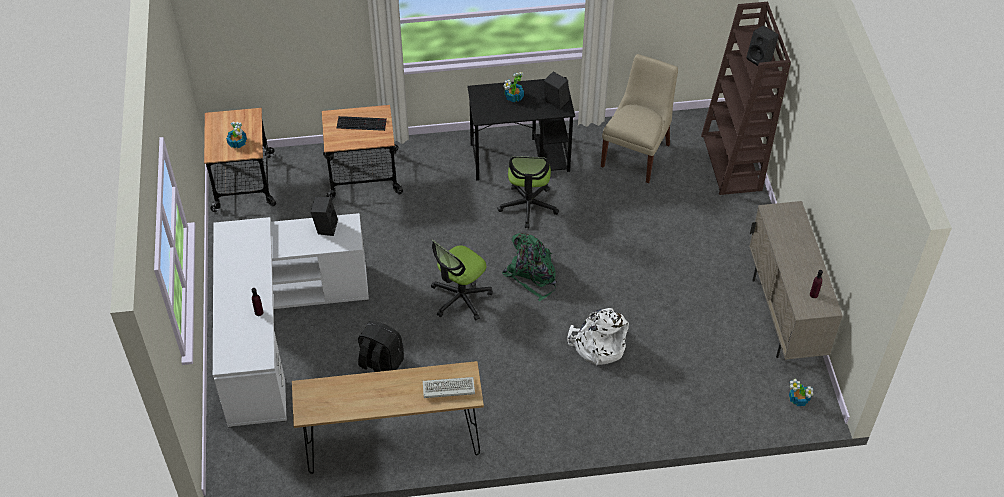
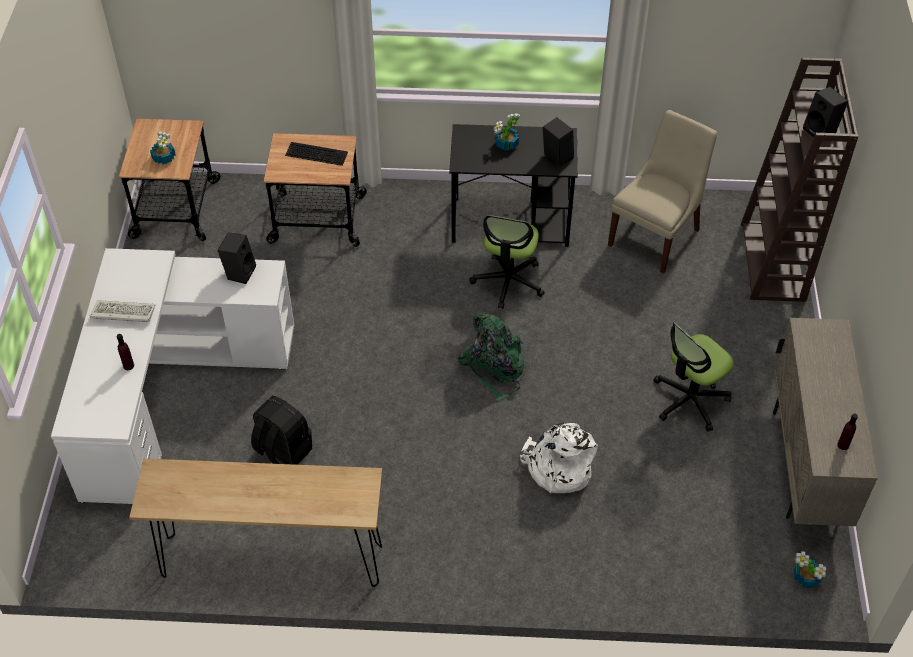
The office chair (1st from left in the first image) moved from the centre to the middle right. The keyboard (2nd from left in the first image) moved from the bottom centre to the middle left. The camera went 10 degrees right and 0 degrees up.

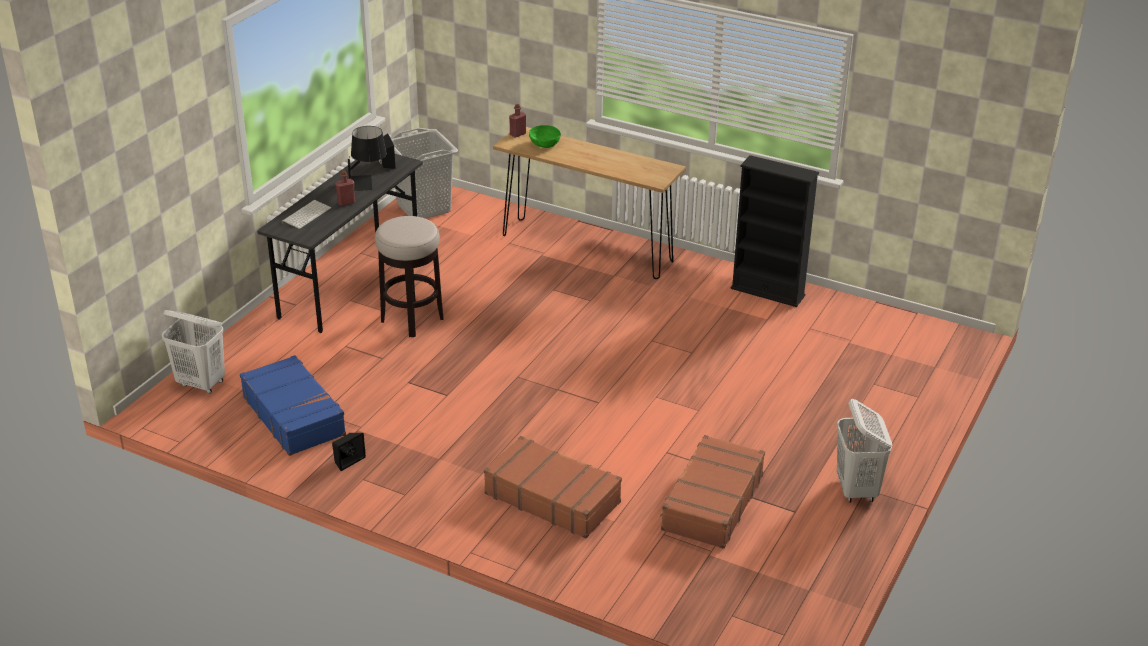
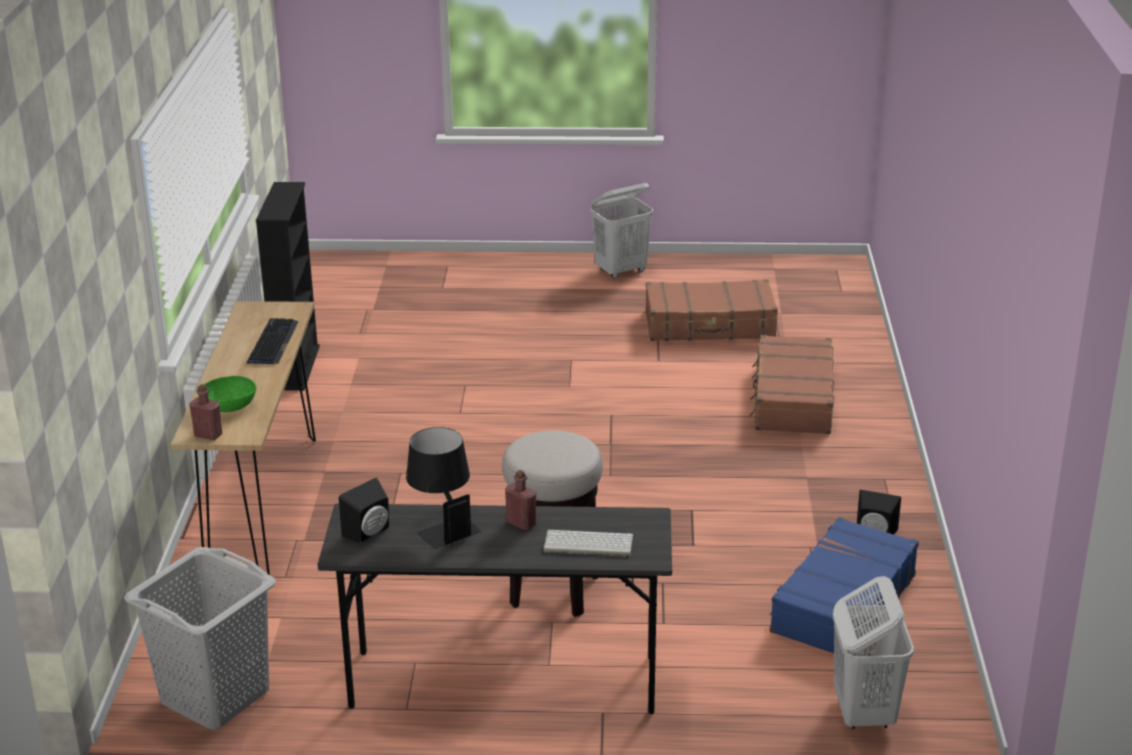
The keyboard (1st from left) at the middle left appeared. The camera went 115 degrees left and 5 degrees down.

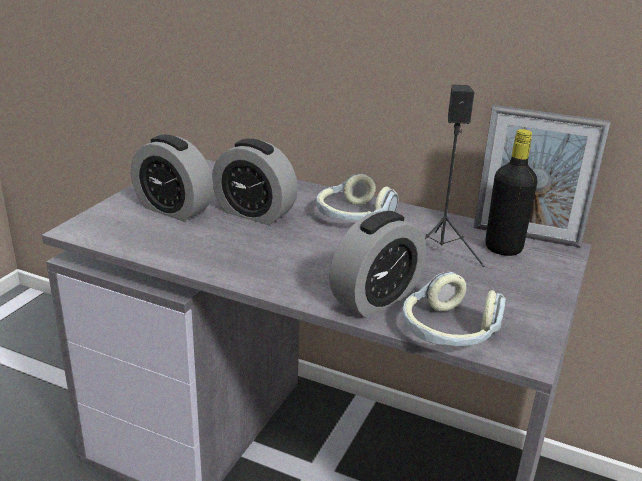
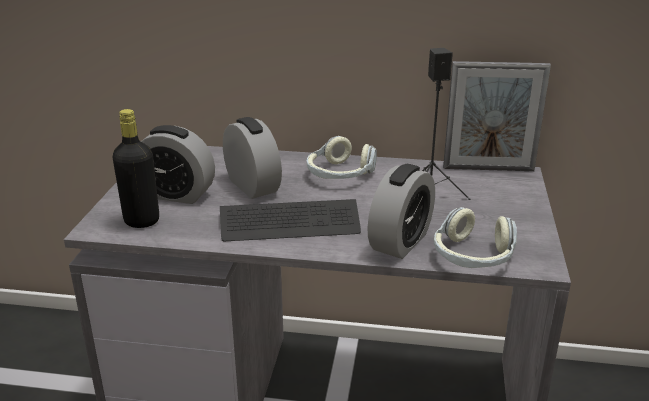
The black bottle moved from the middle right to the middle left. The alarm clock (2nd from left) at the centre turned 135 degrees counterclockwise. The keyboard at the centre appeared. The camera went 15 degrees left and 0 degrees up.

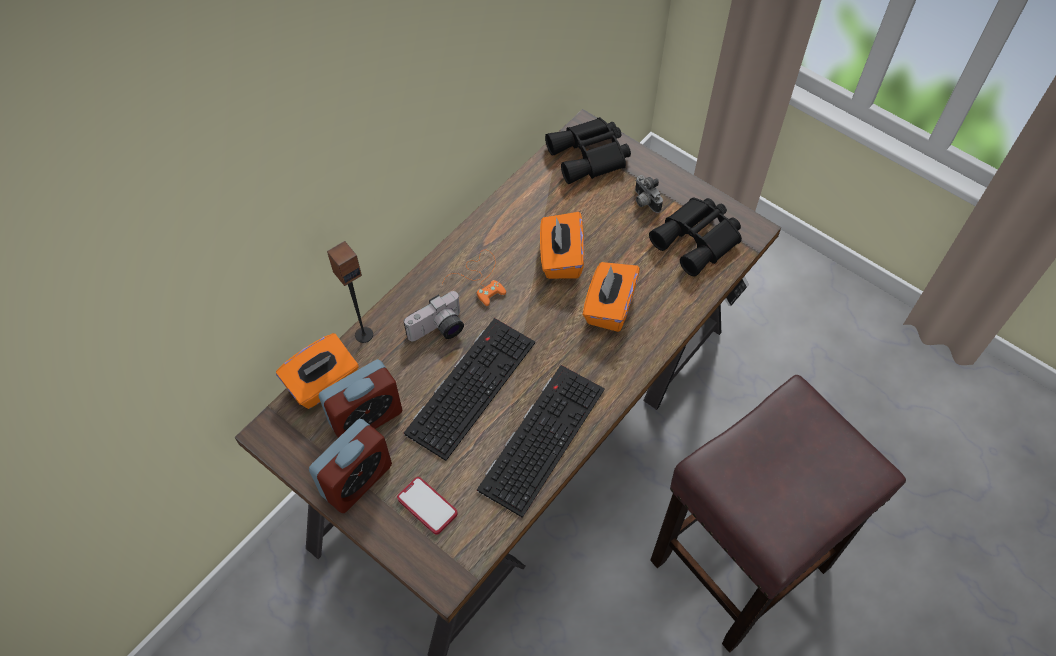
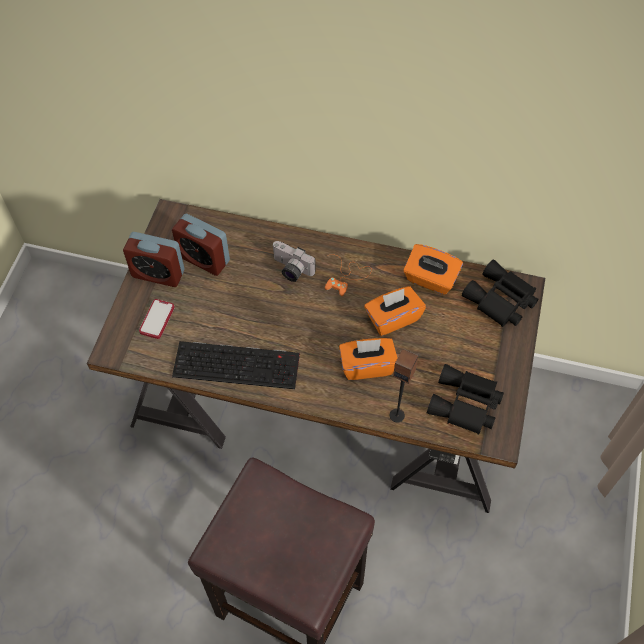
The photo camera (2nd from left) at the top centre disappeared. The speaker moved from the middle left to the centre. The keyboard (1st from left) at the centre disappeared. The orange tissue box (1st from left in the first image) moved from the middle left to the middle right. The camera went 65 degrees right and 0 degrees up.

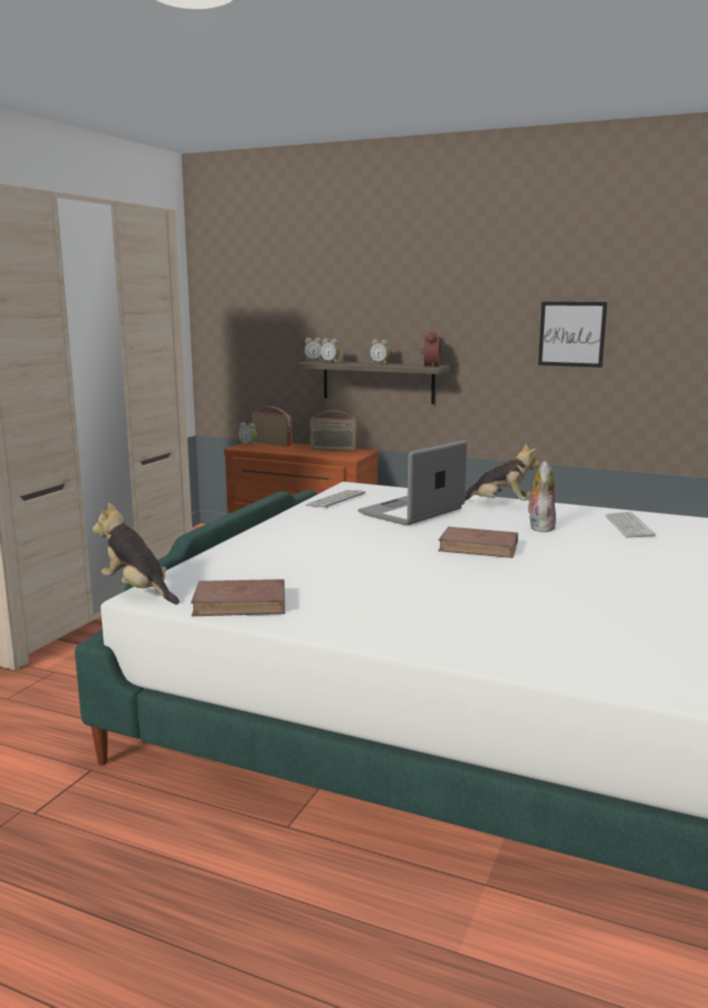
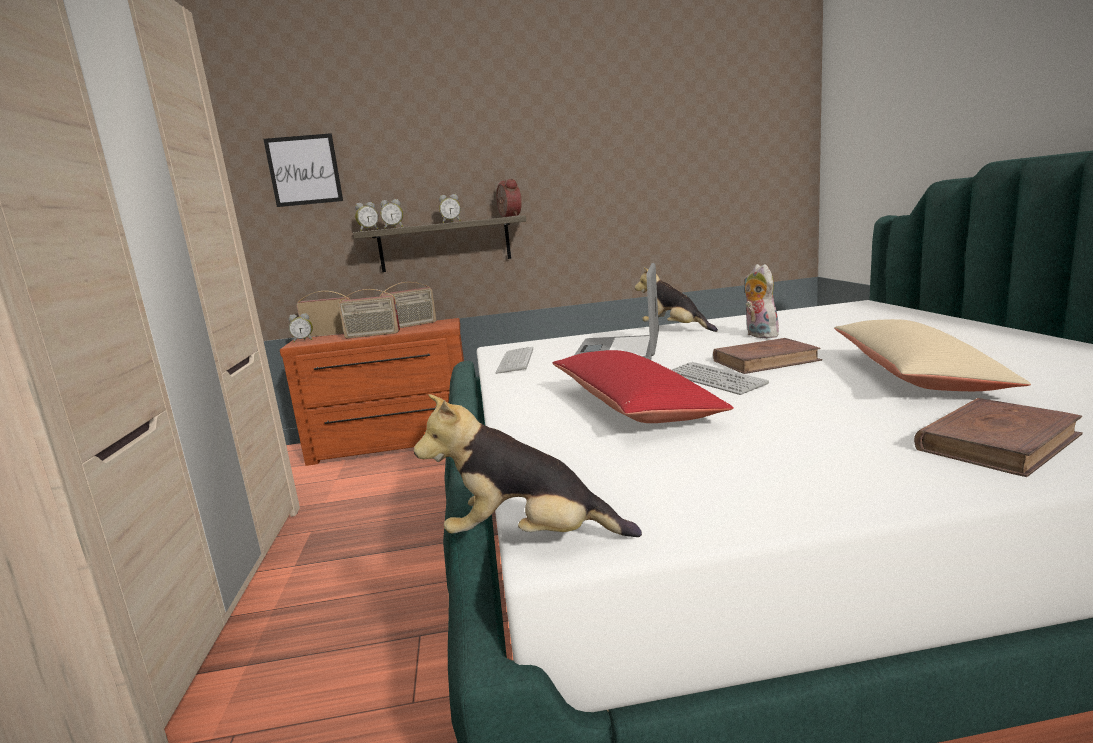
The picture moved from the top right to the top left. The plush toy (2nd from left) at the middle right turned 120 degrees counterclockwise. The keyboard (2nd from left) moved from the middle right to the centre. The brown book (1st from left in the first image) moved from the centre to the middle right. The radio (2nd from left) at the centre appeared. The beige pillow at the middle right appeared. The red pillow at the centre appeared. The camera went 30 degrees left and 0 degrees up.

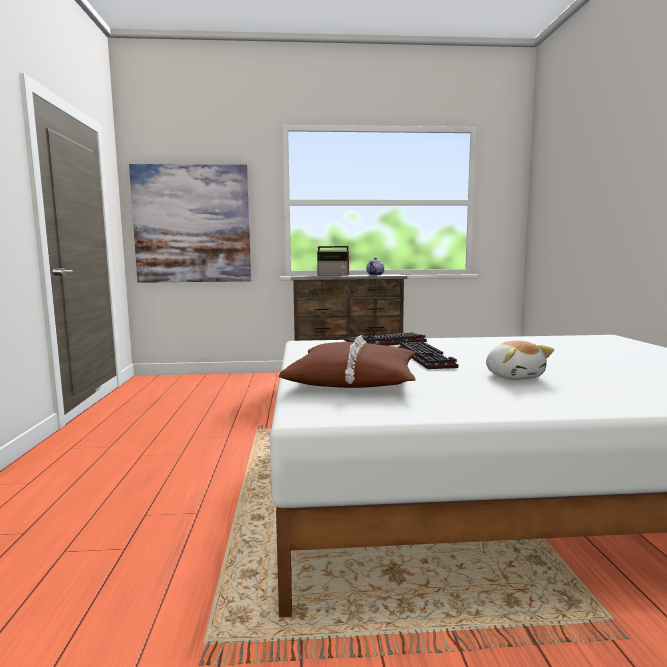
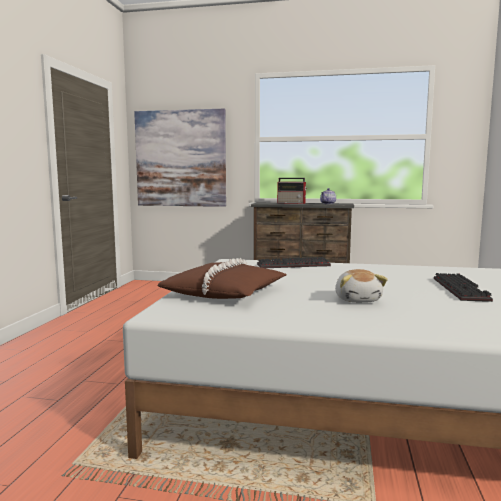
The keyboard (2nd from left) moved from the centre to the middle right. The camera went 15 degrees right and 0 degrees up.

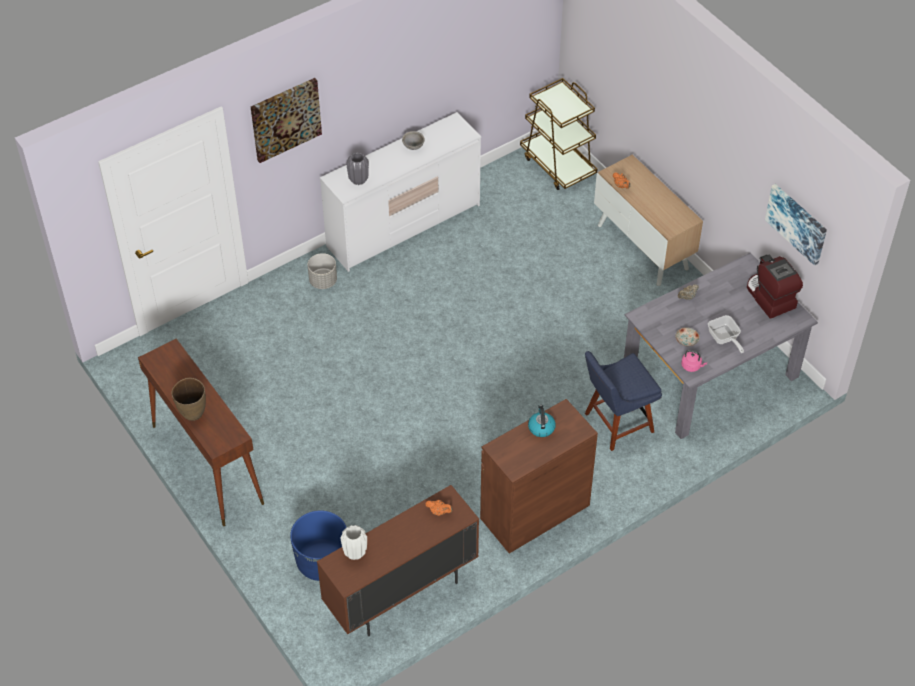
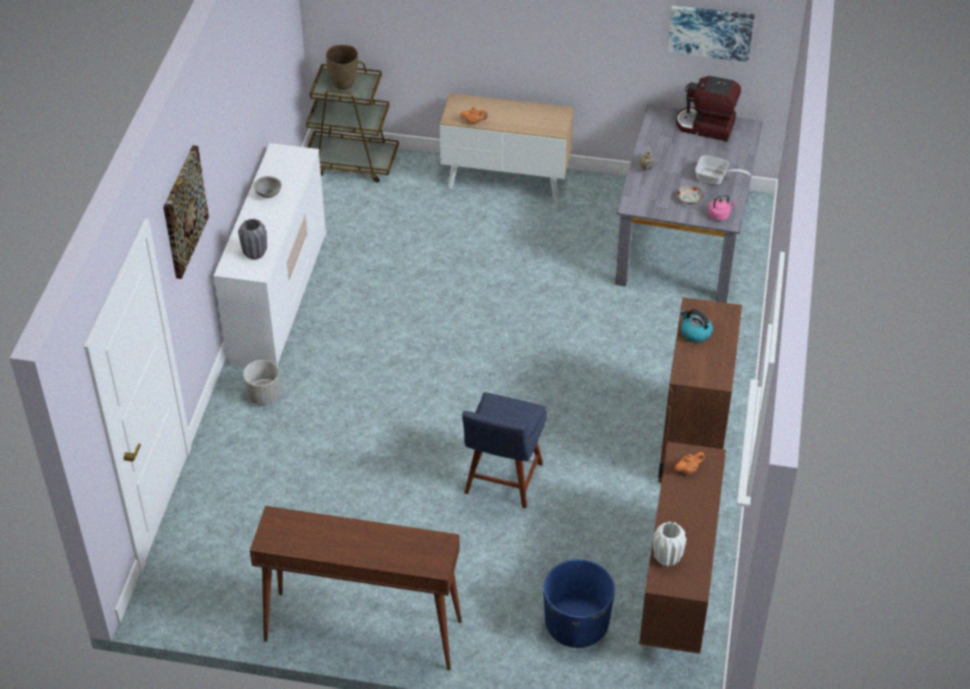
The blue chair moved from the middle right to the centre. The brown vase moved from the middle left to the top centre. The camera went 45 degrees left and 5 degrees down.

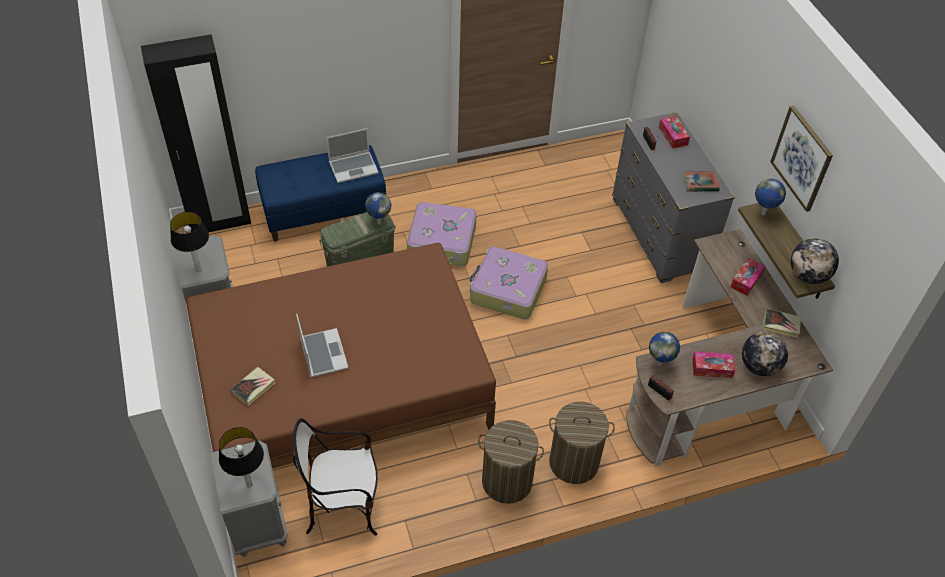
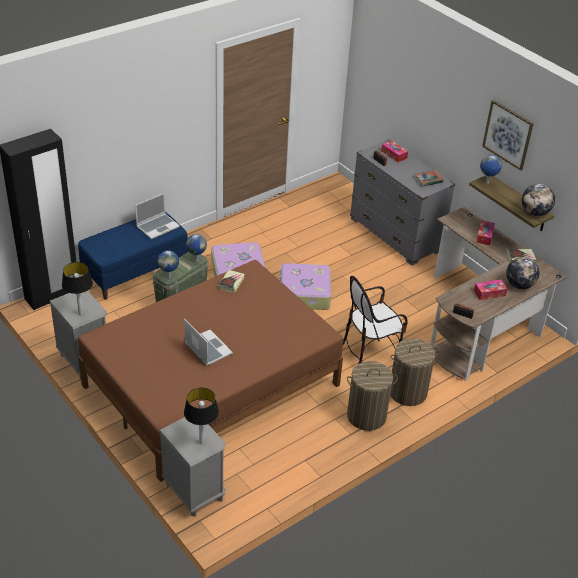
The globe (2nd from left in the first image) moved from the middle right to the middle left. The book (1st from left) moved from the bottom left to the centre. The chair moved from the bottom centre to the centre. The camera went 20 degrees left and 10 degrees down.

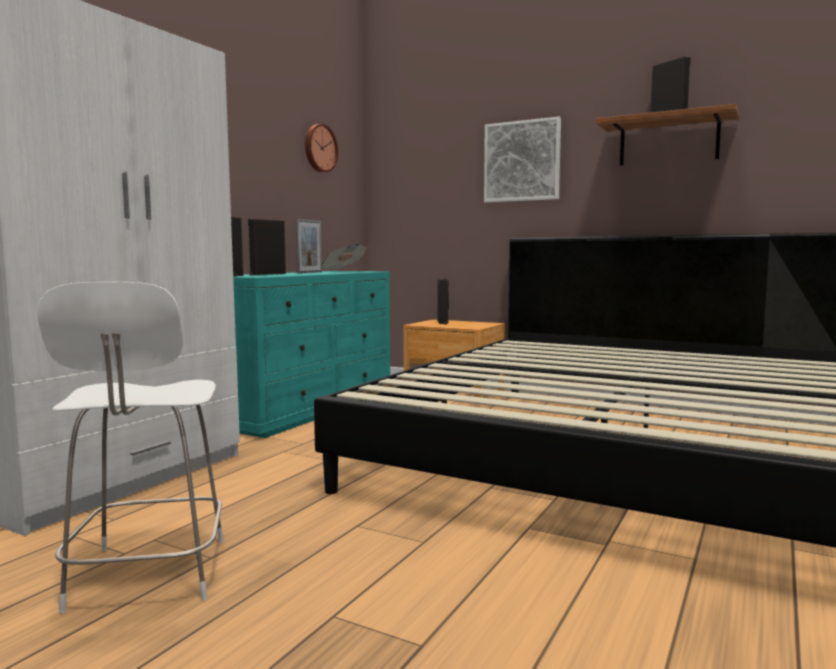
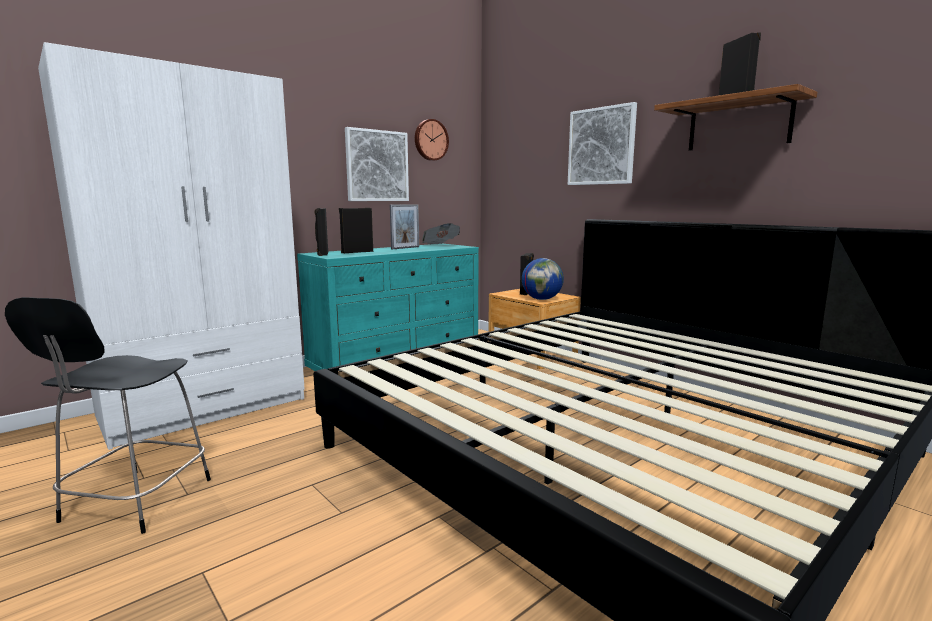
The white chair at the bottom left became the black chair at the bottom left. The picture (1st from left) at the top centre appeared. The globe at the centre appeared. The camera went 20 degrees right and 5 degrees up.

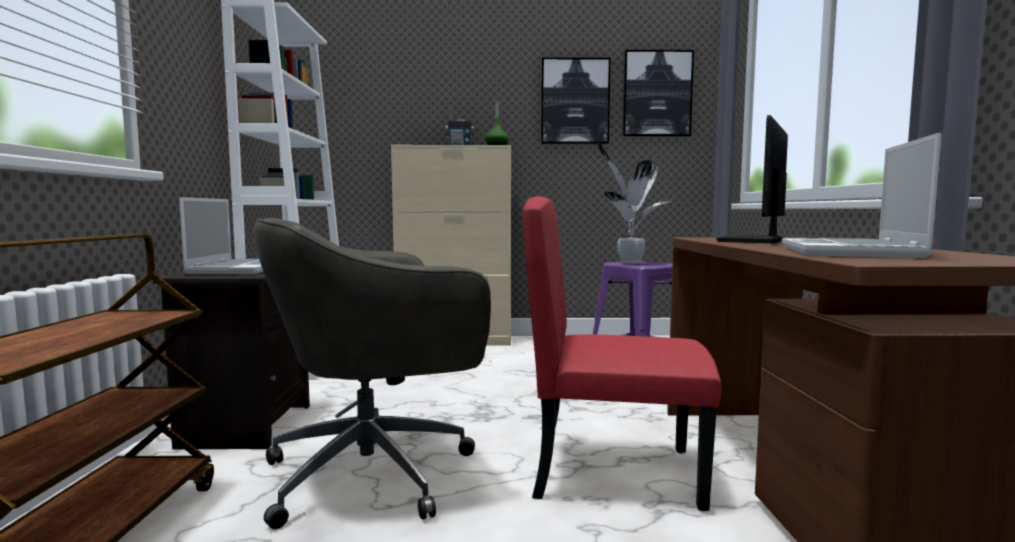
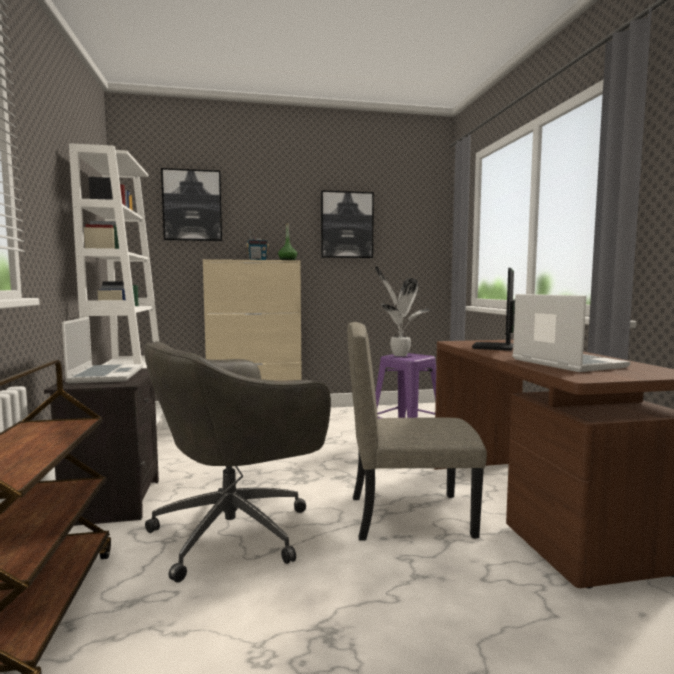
The picture (2nd from left in the first image) moved from the top centre to the top left. The laptop (2nd from left) at the middle right turned 150 degrees clockwise. The red chair at the centre became the beige chair at the centre. The camera went 10 degrees left and 0 degrees up.

